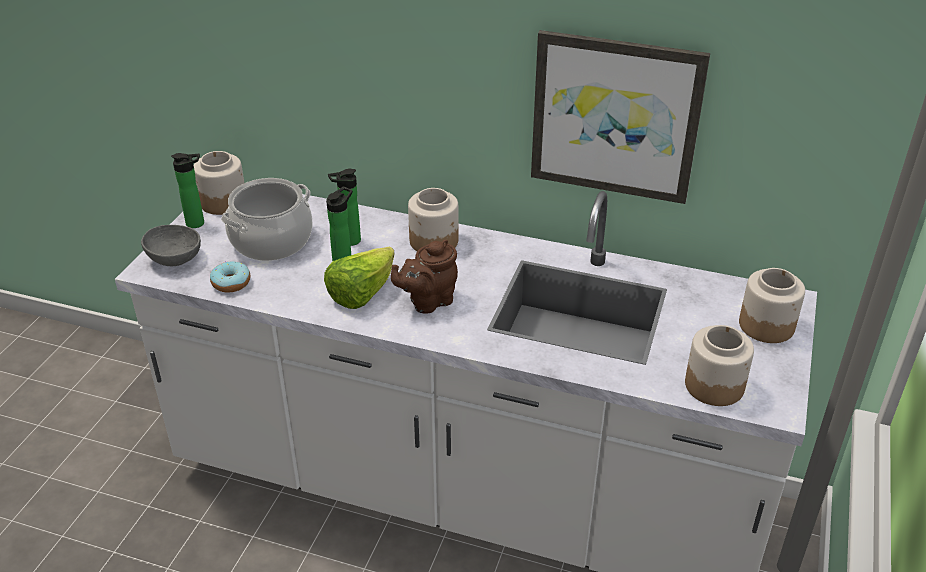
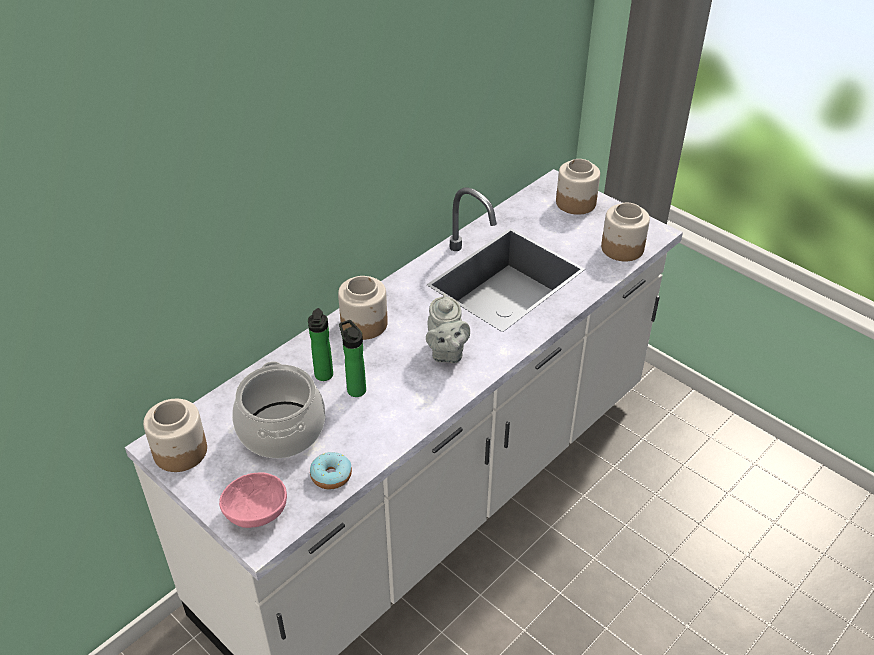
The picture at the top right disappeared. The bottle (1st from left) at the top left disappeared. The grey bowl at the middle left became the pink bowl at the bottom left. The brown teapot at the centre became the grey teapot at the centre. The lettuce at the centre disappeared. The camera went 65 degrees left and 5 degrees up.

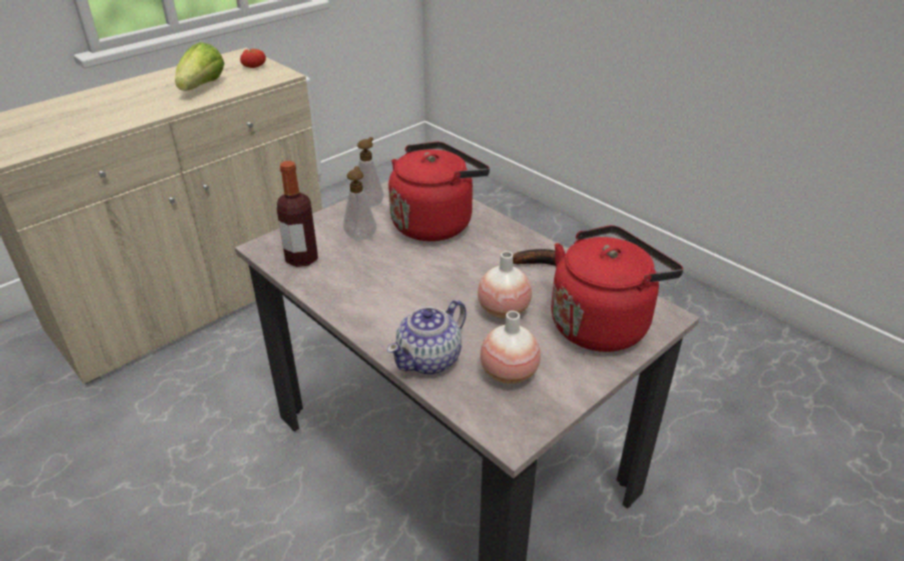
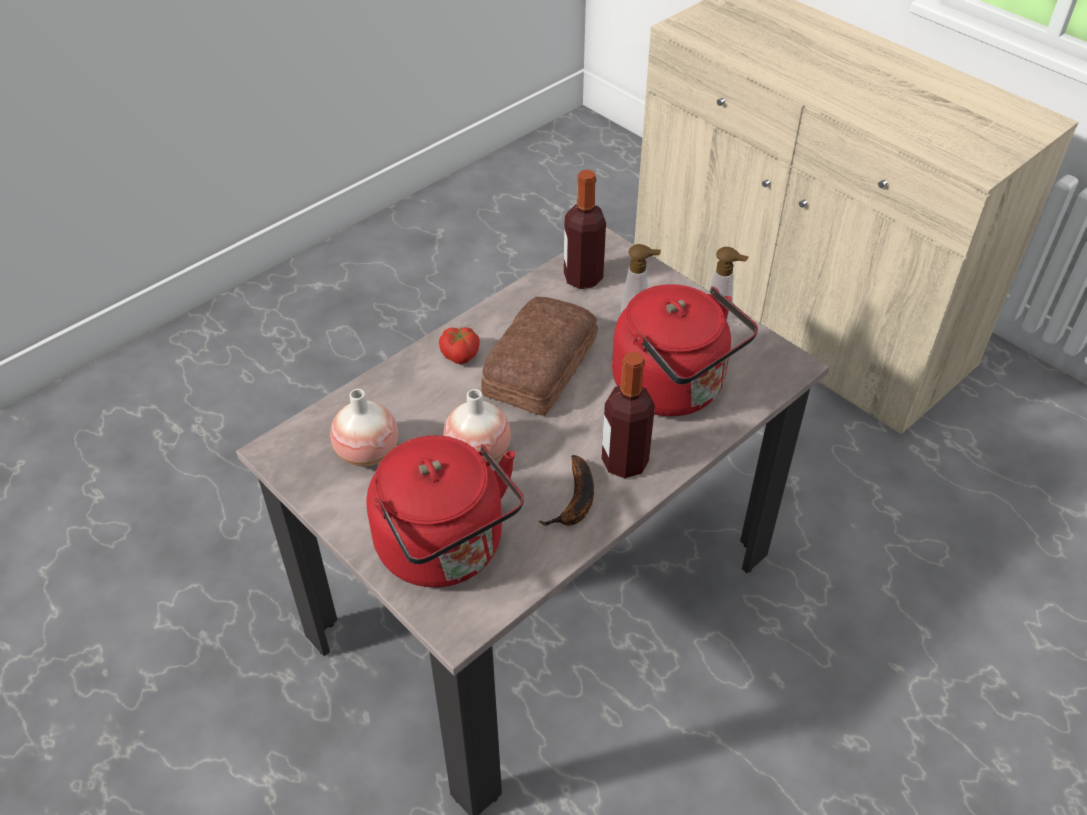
The lettuce at the top left disappeared. The tomato moved from the top left to the centre. The teapot at the centre disappeared. The bread at the centre appeared. The bottle (2nd from left) at the centre appeared. The camera went 90 degrees right and 10 degrees up.

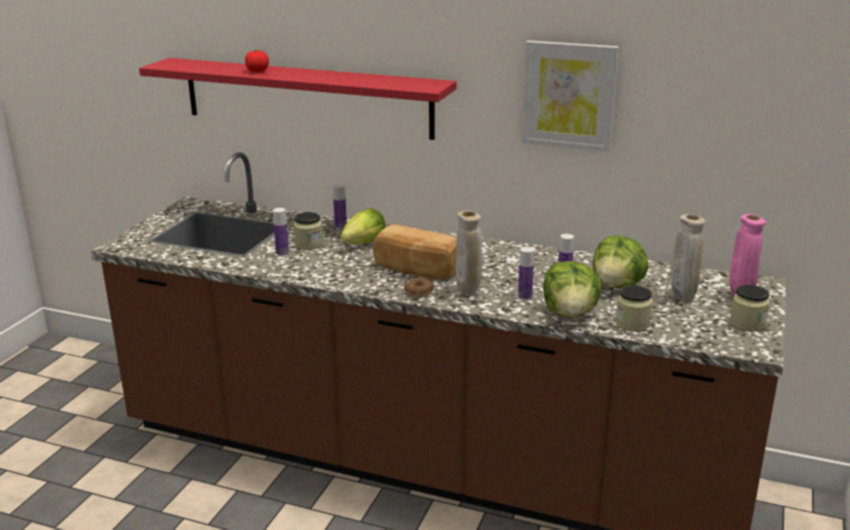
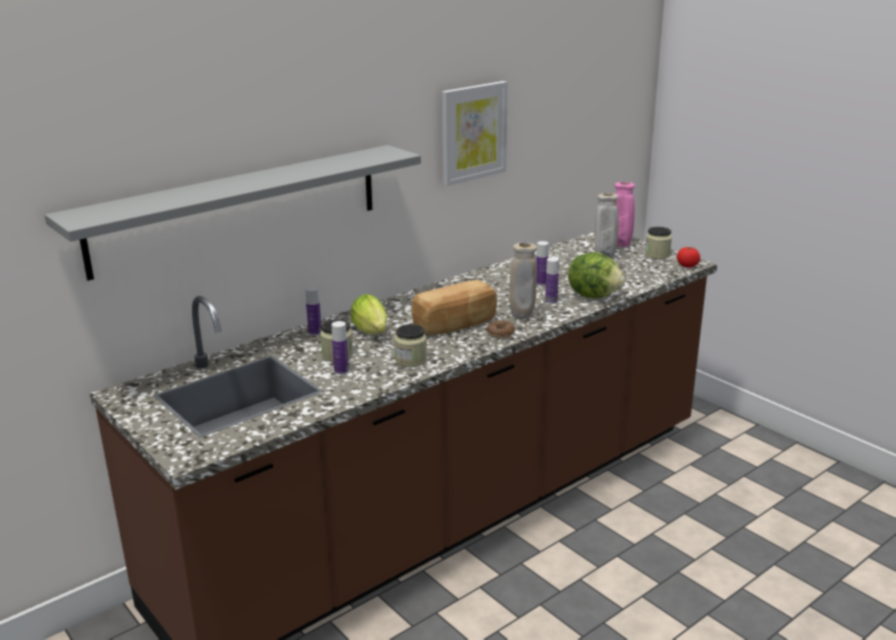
The tomato moved from the top left to the middle right. The red shelf at the top centre became the grey shelf at the top left. The lettuce (3rd from left) at the middle right disappeared. The jar (2nd from left) moved from the middle right to the centre. The camera went 60 degrees left and 0 degrees up.

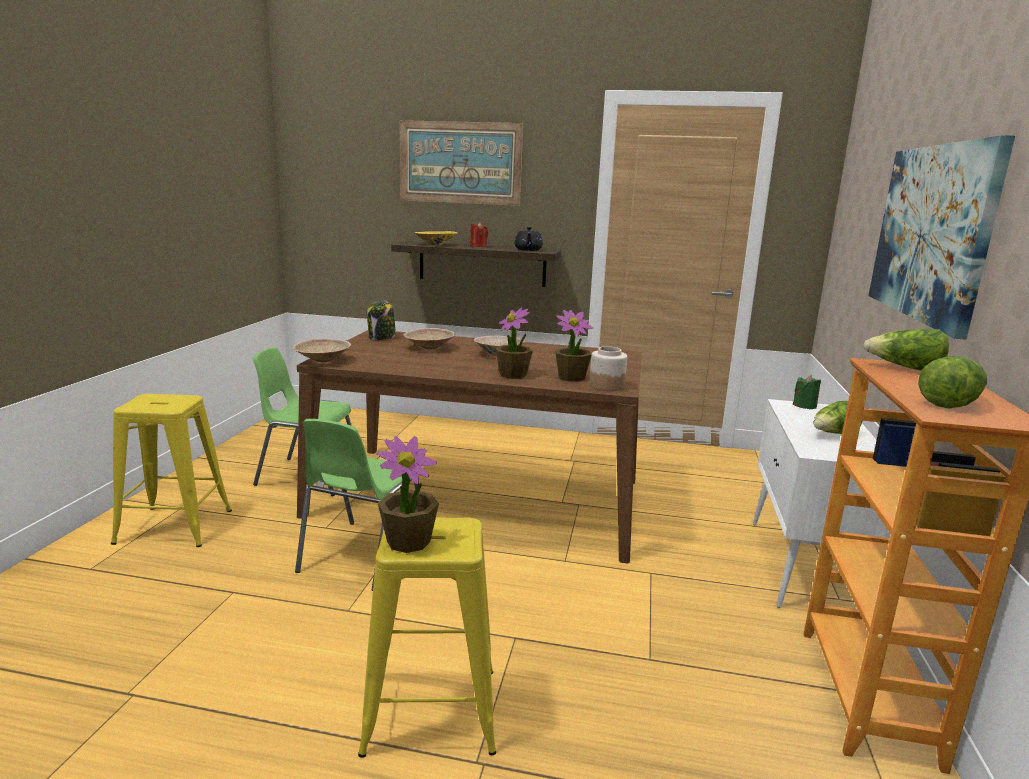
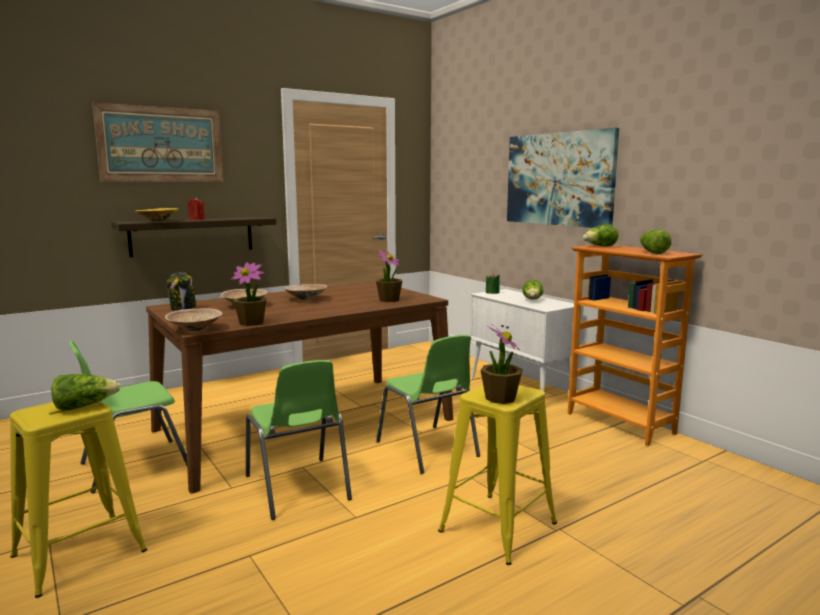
The black teapot at the top centre disappeared. The potted plant (2nd from left in the first image) moved from the centre to the middle left. The jar (2nd from left) at the centre disappeared. The green chair (3rd from left) at the centre appeared. The lettuce (1st from left) at the middle left appeared. The camera went 45 degrees left and 5 degrees down.

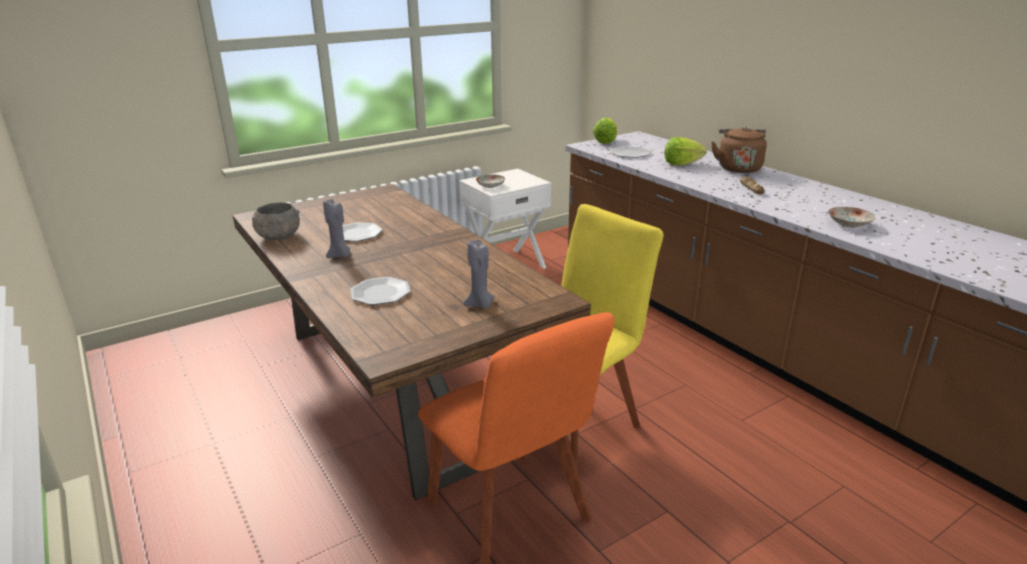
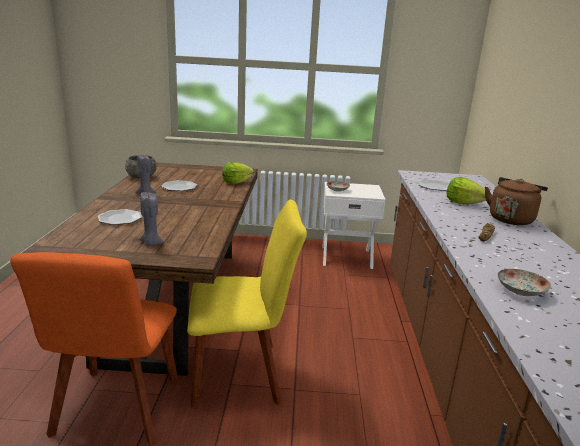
The lettuce (1st from left) moved from the top centre to the centre. The camera went 35 degrees right and 5 degrees down.

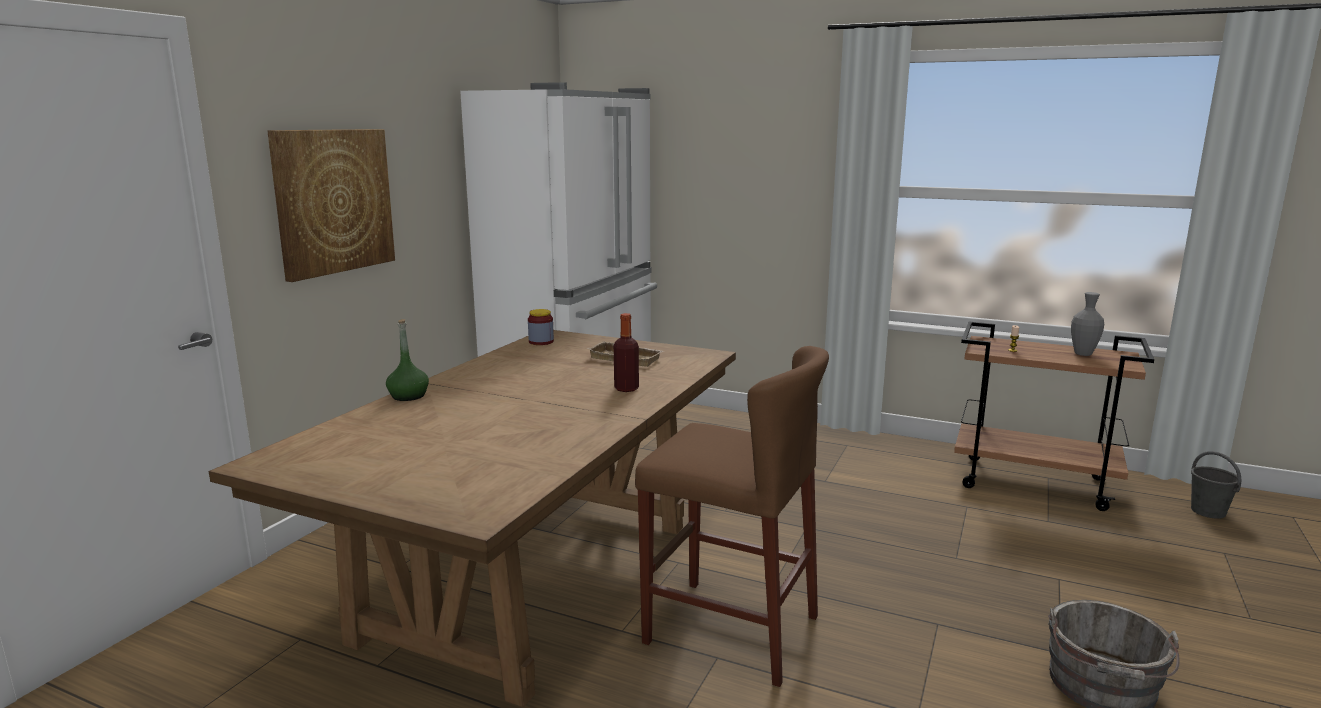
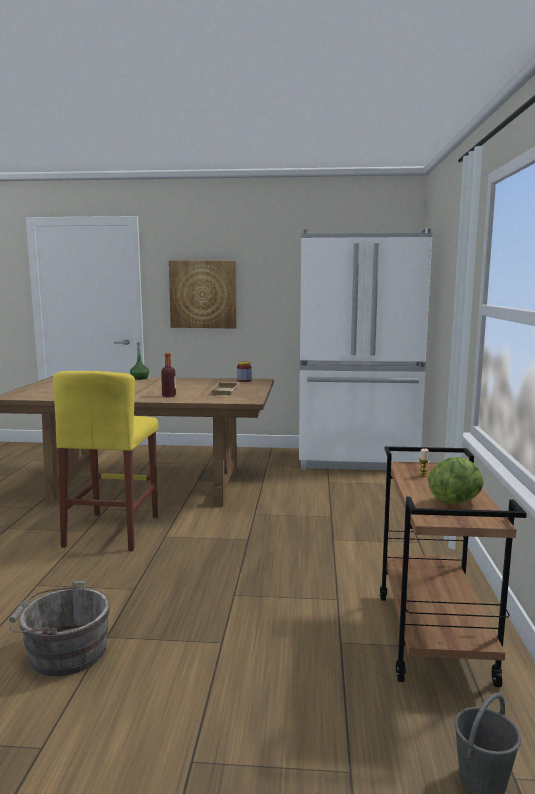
The grey vase at the middle right was replaced by the lettuce at the middle right. The brown stool at the bottom centre became the yellow stool at the middle left. The camera went 70 degrees right and 5 degrees down.

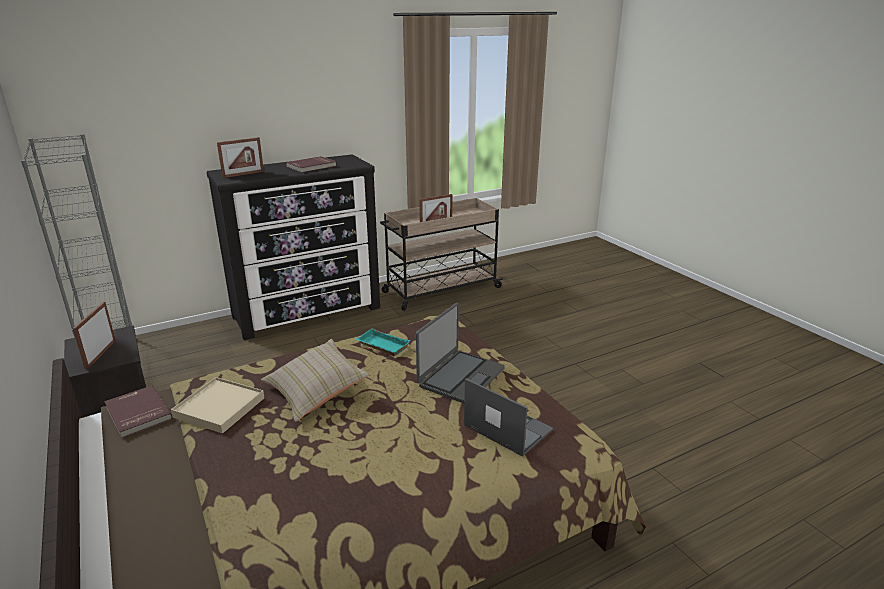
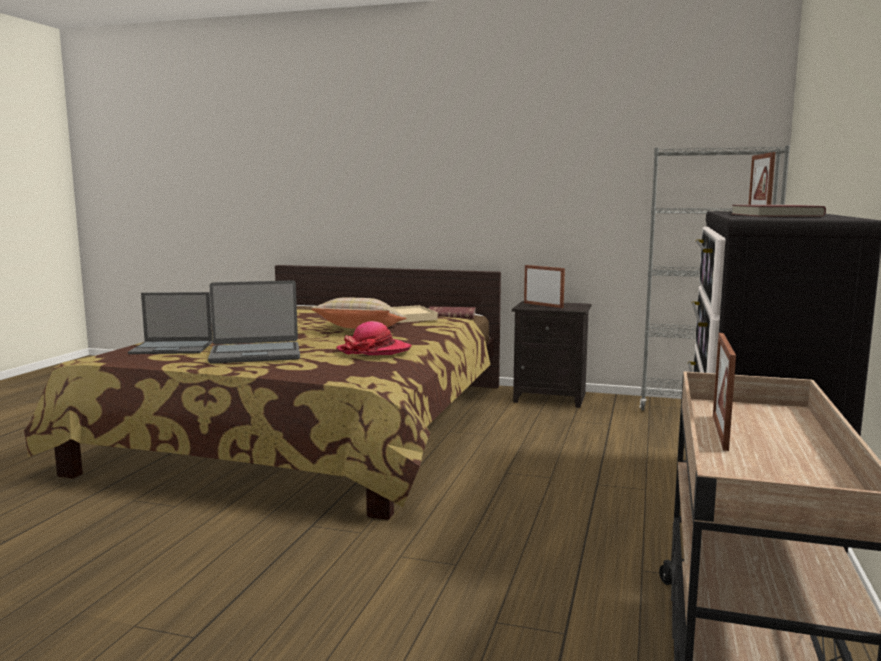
The laptop (1st from left in the first image) at the centre turned 90 degrees counterclockwise. The turquoise tray at the centre was replaced by the hat at the centre. The camera went 135 degrees right and 15 degrees down.

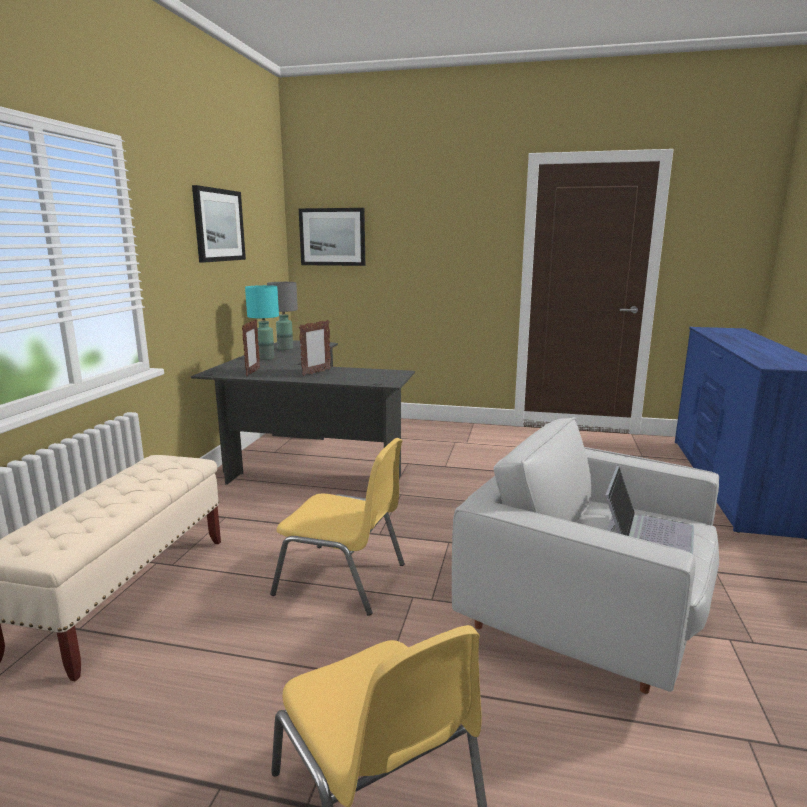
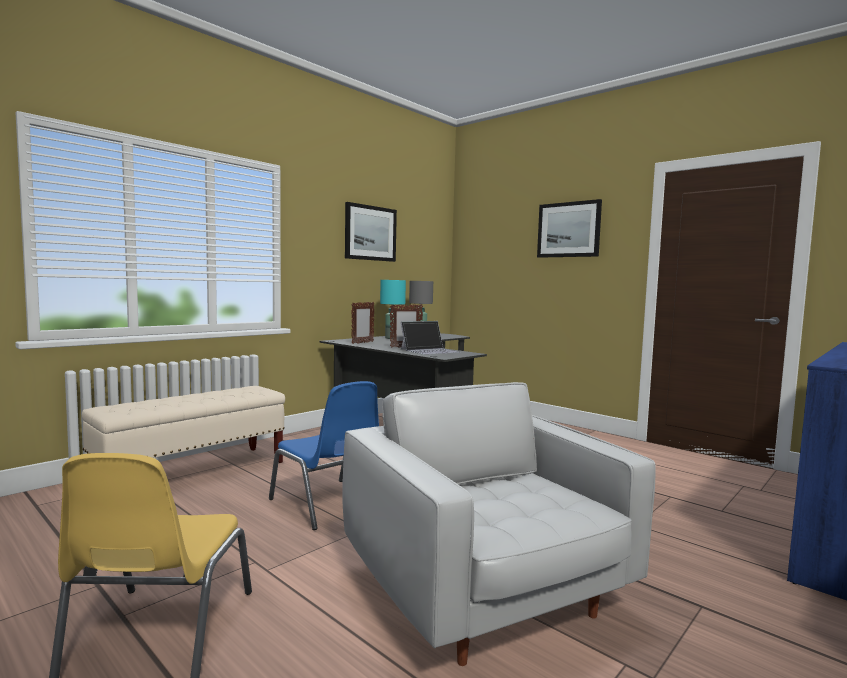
The picture (2nd from left) moved from the top centre to the middle right. The yellow chair (1st from left) at the centre became the blue chair at the bottom centre. The laptop moved from the middle right to the centre. The camera went 30 degrees right and 10 degrees down.

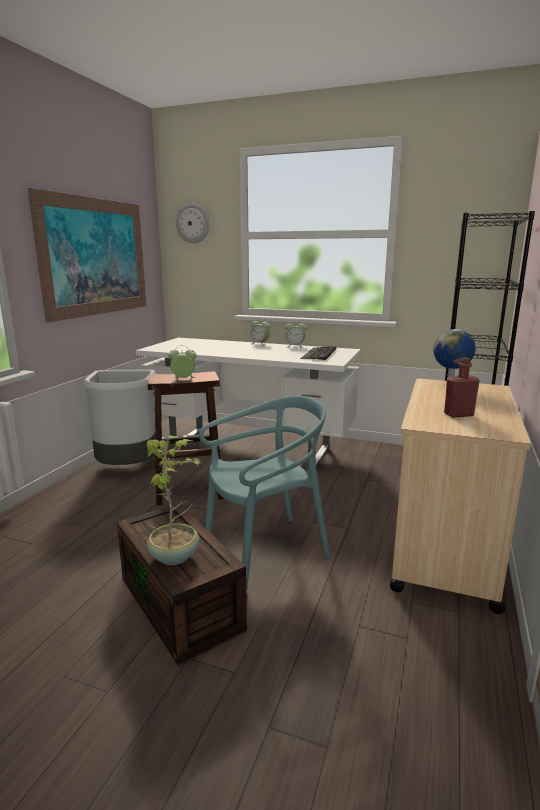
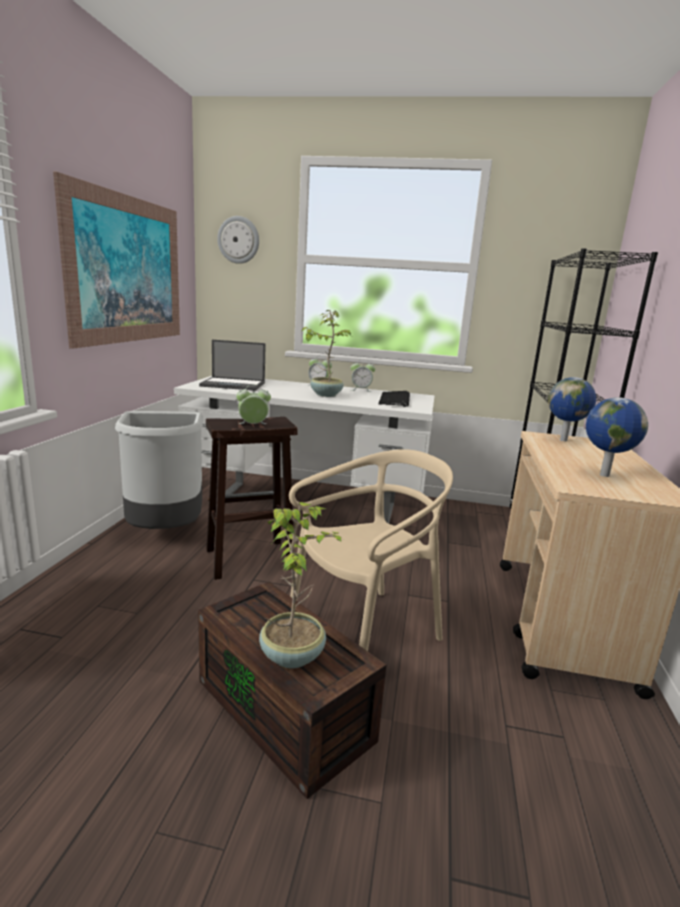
The red bottle at the middle right was replaced by the globe (2nd from left) at the middle right. The turquoise chair at the centre became the beige chair at the centre. The potted plant (2nd from left) at the centre appeared. The laptop at the centre appeared. The camera went 10 degrees left and 0 degrees up.

